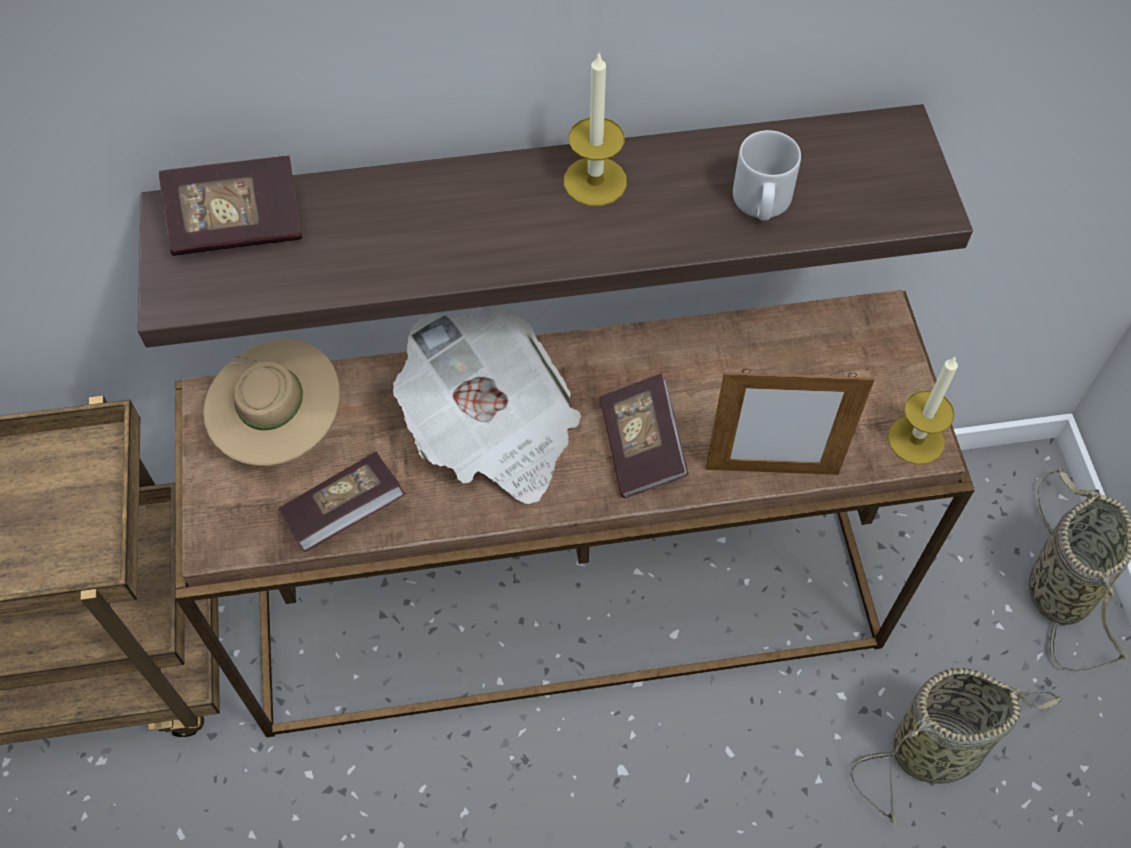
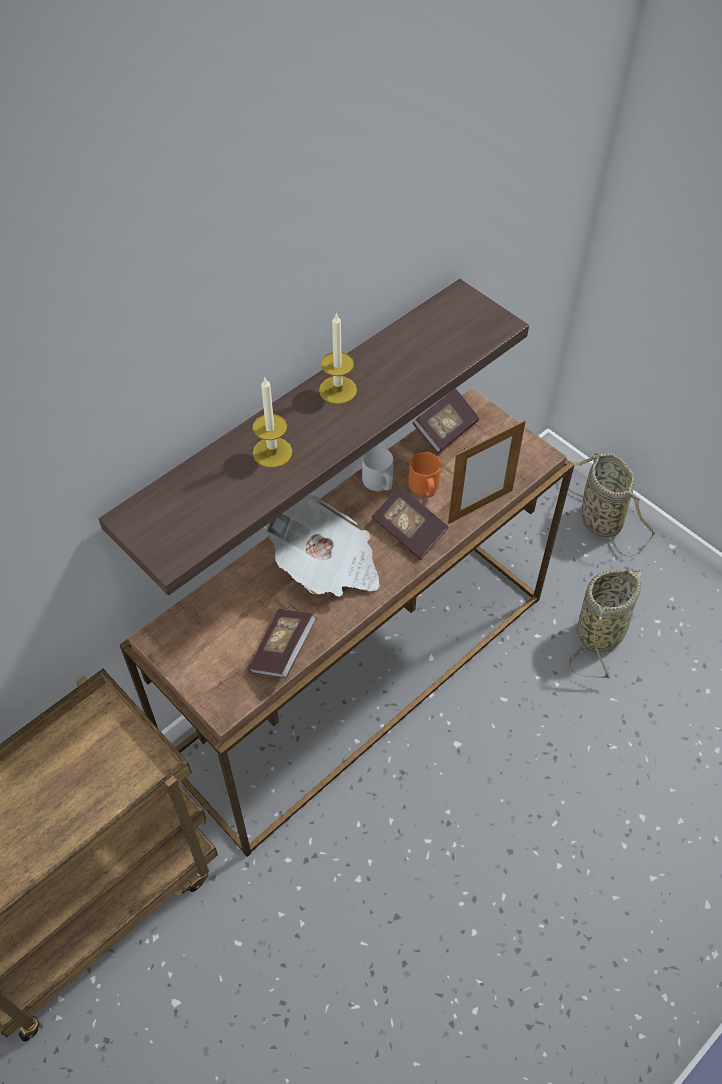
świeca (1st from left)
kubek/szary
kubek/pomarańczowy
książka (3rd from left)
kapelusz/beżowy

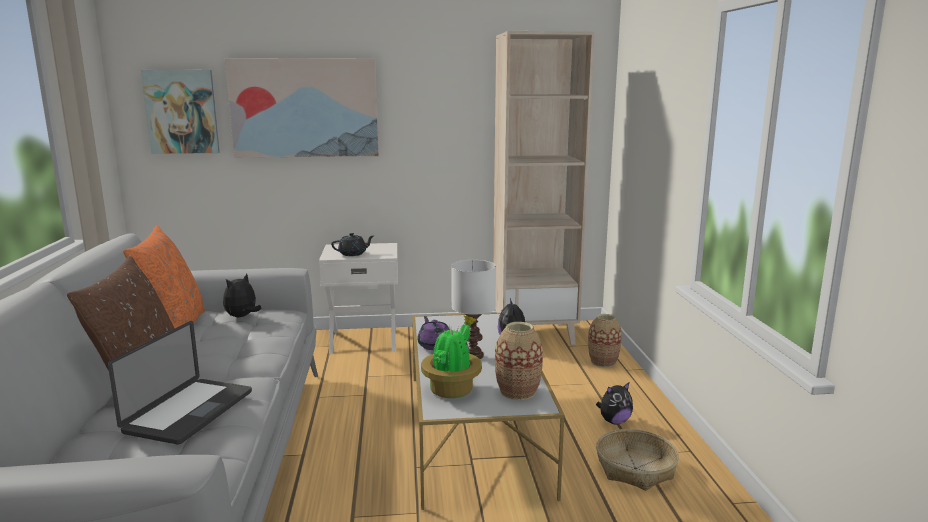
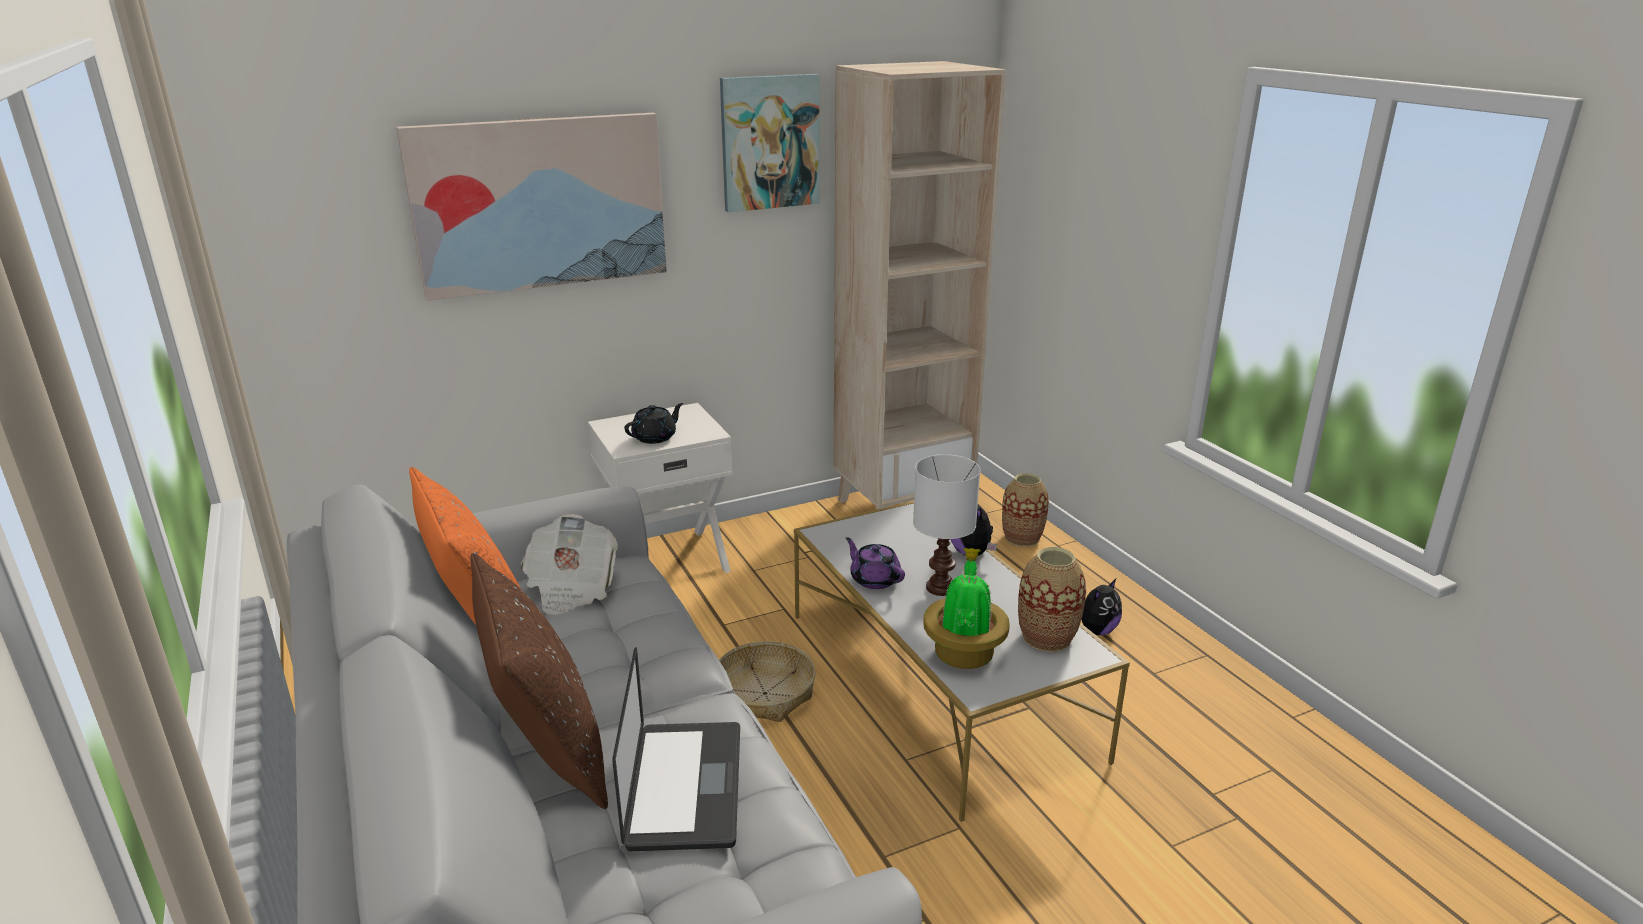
gazeta
koszyk
obraz (2nd from left)

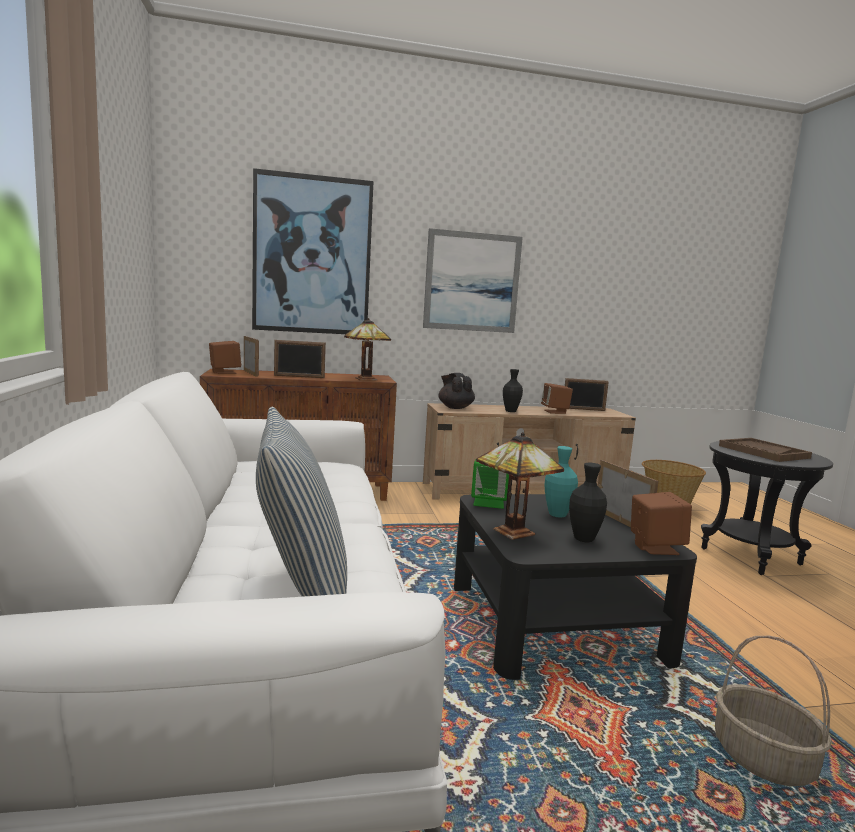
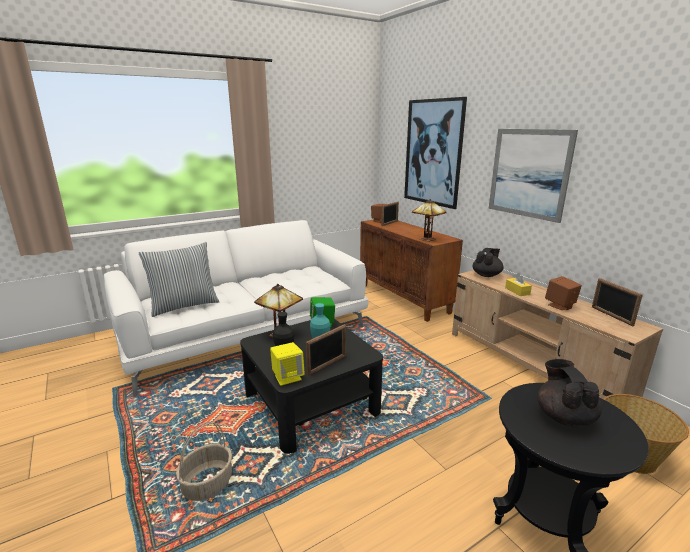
głośnik/żółty
pudełko chusteczek/żółty
imbryk/czarny (2nd from left)
ramka na zdjęcie (2nd from left in the first image)

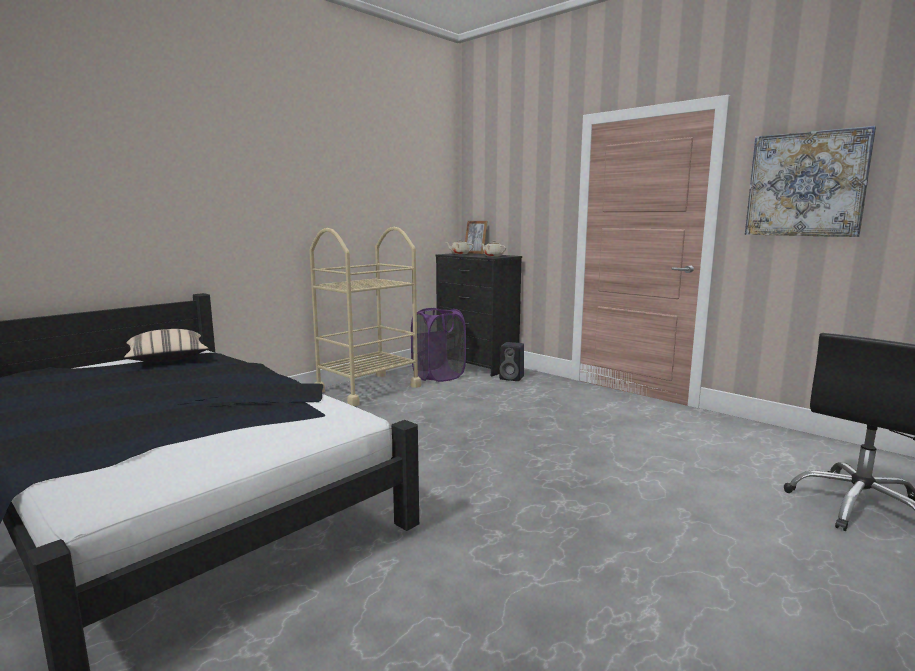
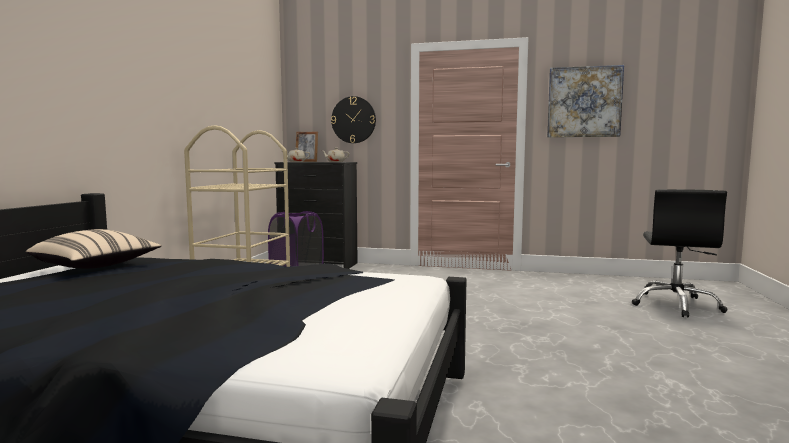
zegar ścienny
głośnik/czarny

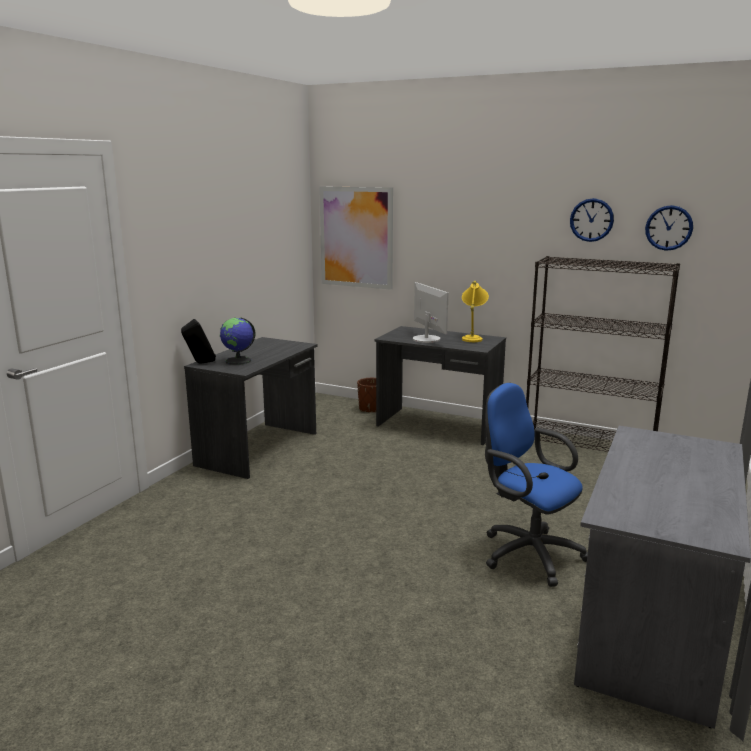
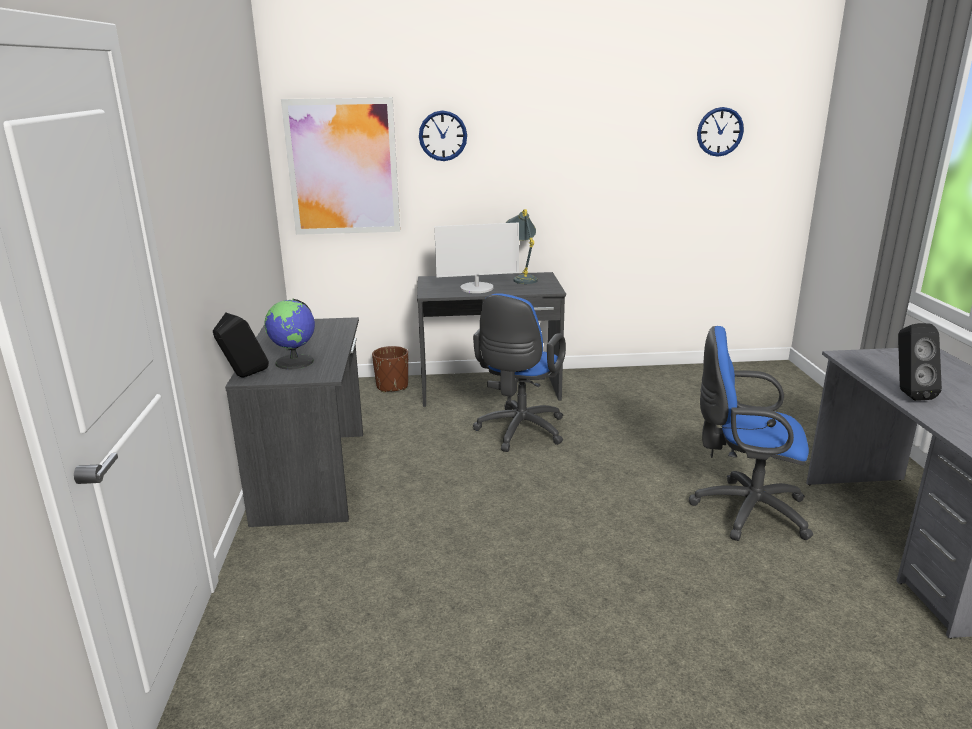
zegar ścienny (1st from left)
monitor
krzesło biurowe/niebieski (1st from left)
lampa stołowa/szary
głośnik/czarny (2nd from left)
regał/czarny

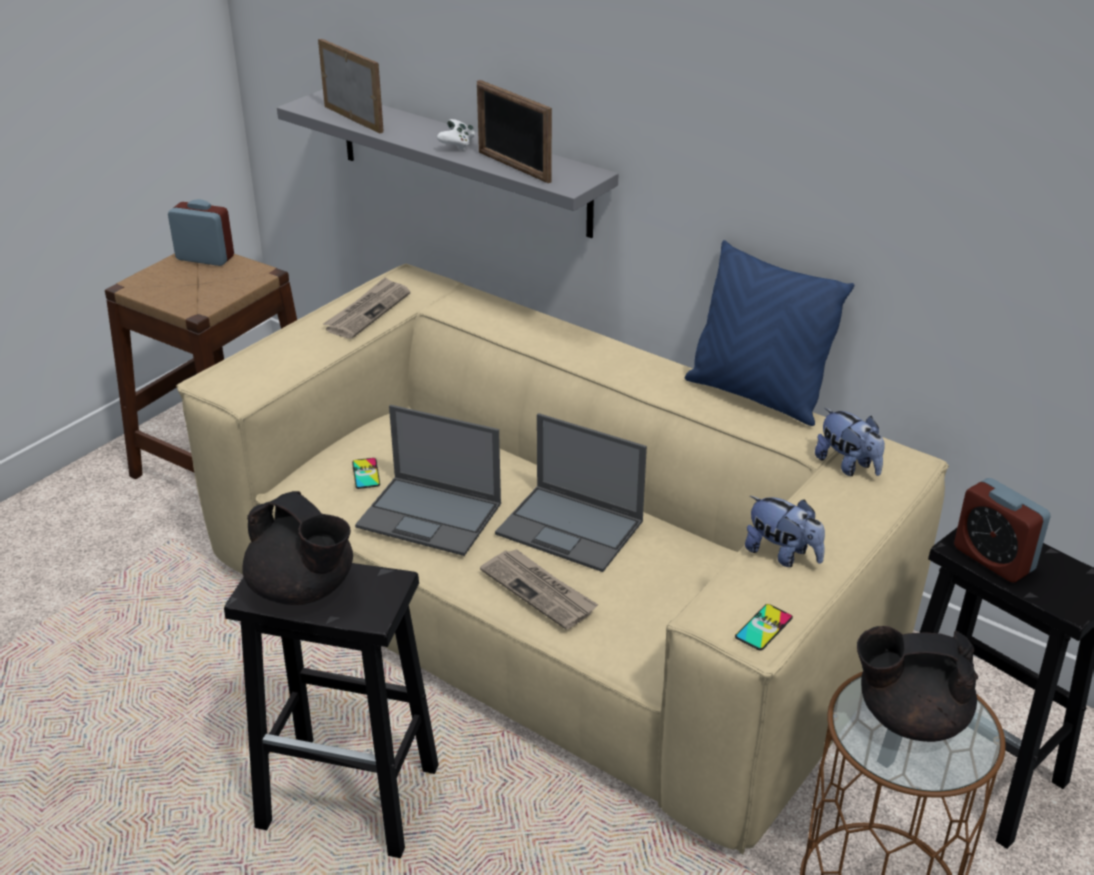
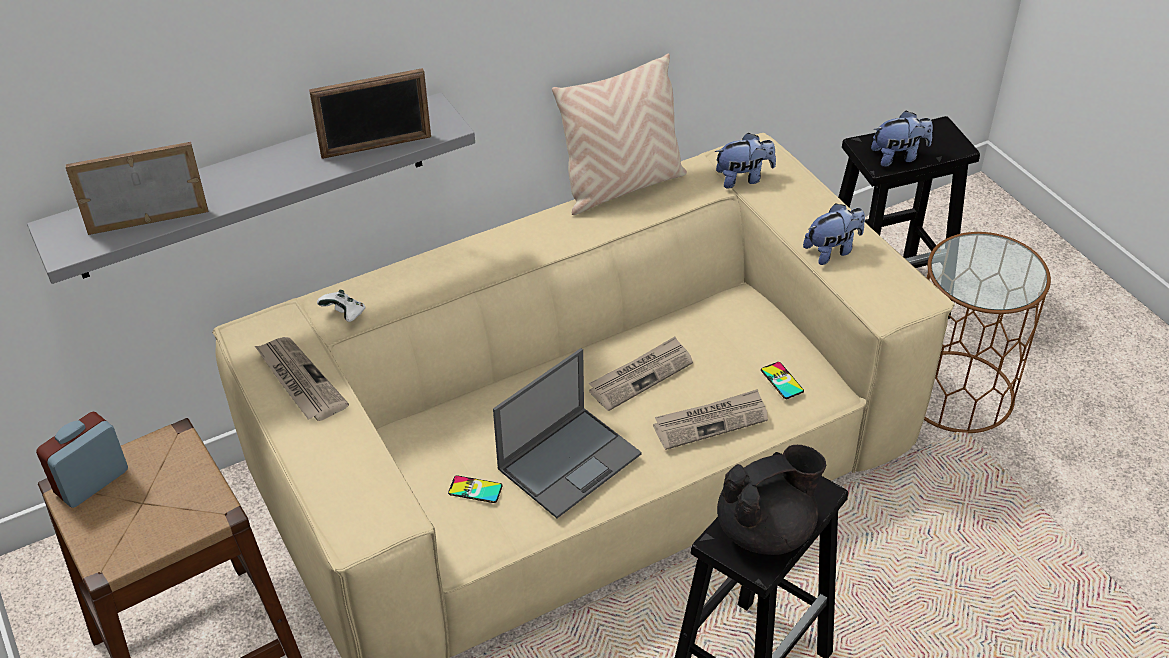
pad do gier/biały
poduszka/beżowy
gazeta (2nd from left)
telefon (2nd from left)
pluszak (3rd from left)
imbryk/czarny (2nd from left in the first image)

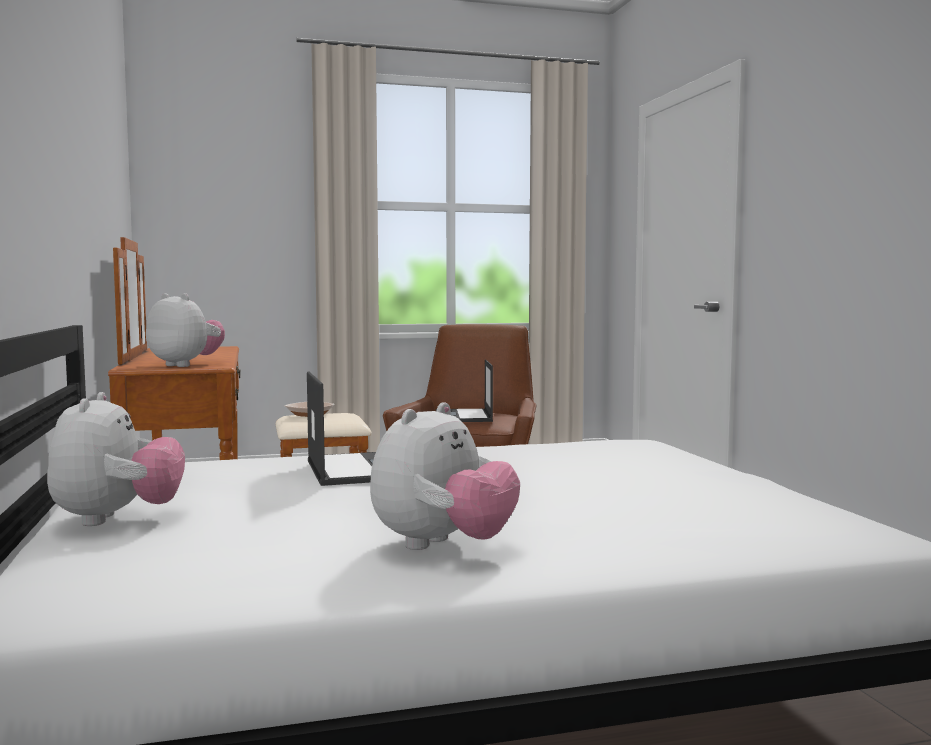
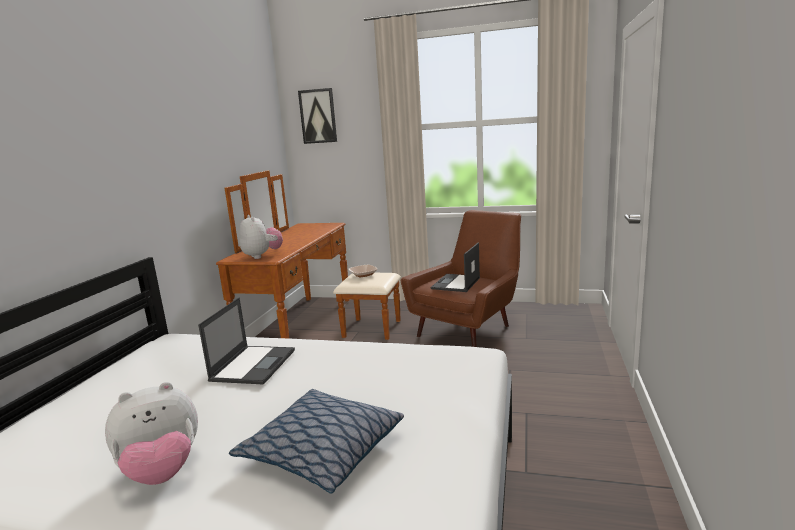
poduszka
obraz
pluszak (1st from left in the first image)

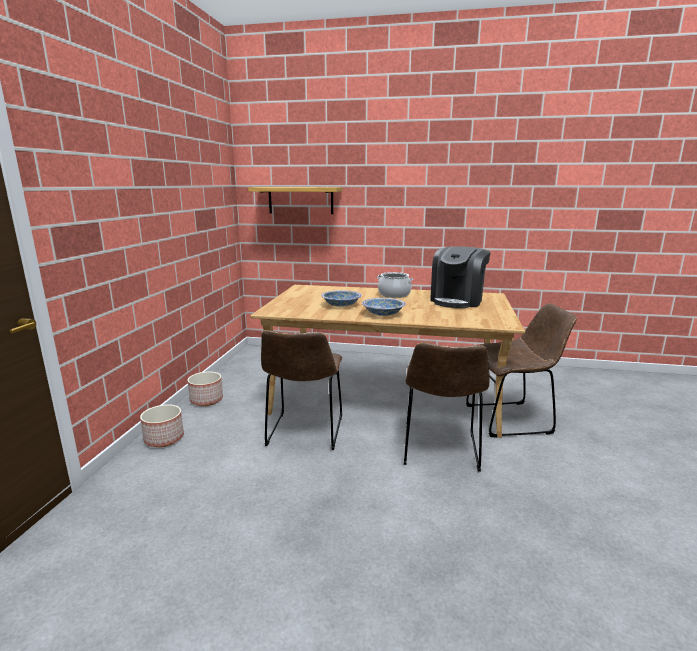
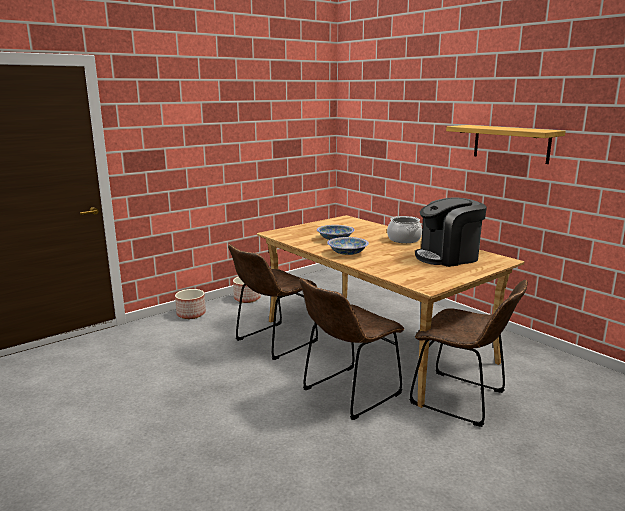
półka

